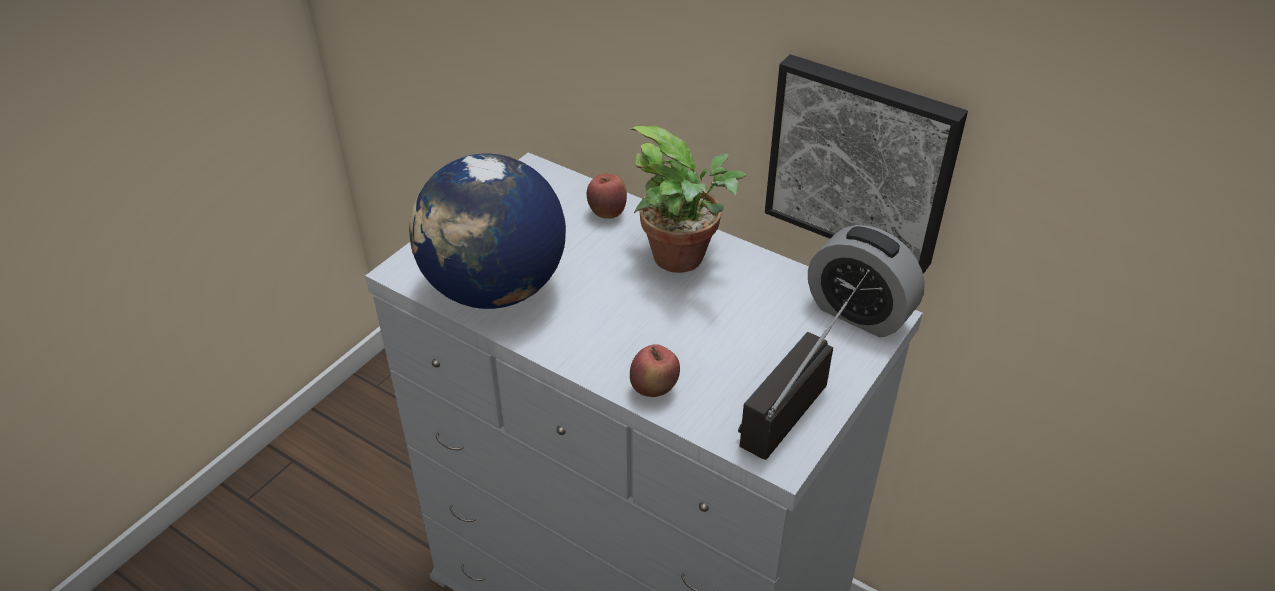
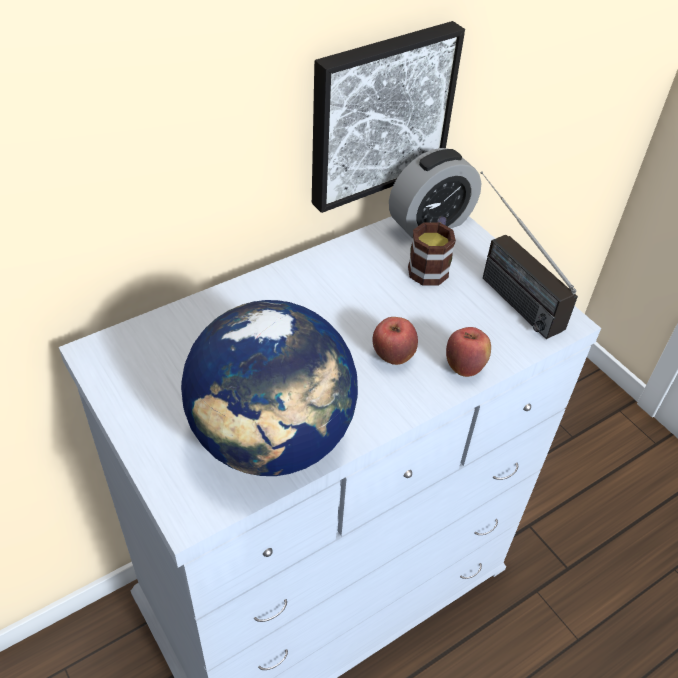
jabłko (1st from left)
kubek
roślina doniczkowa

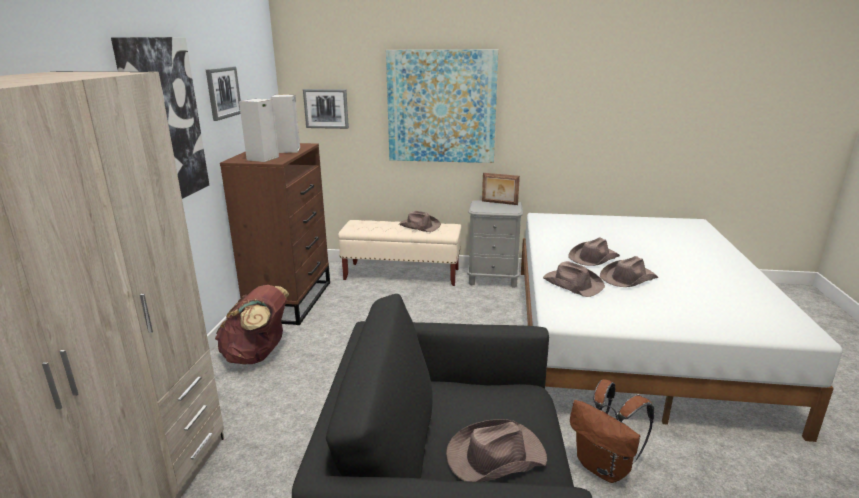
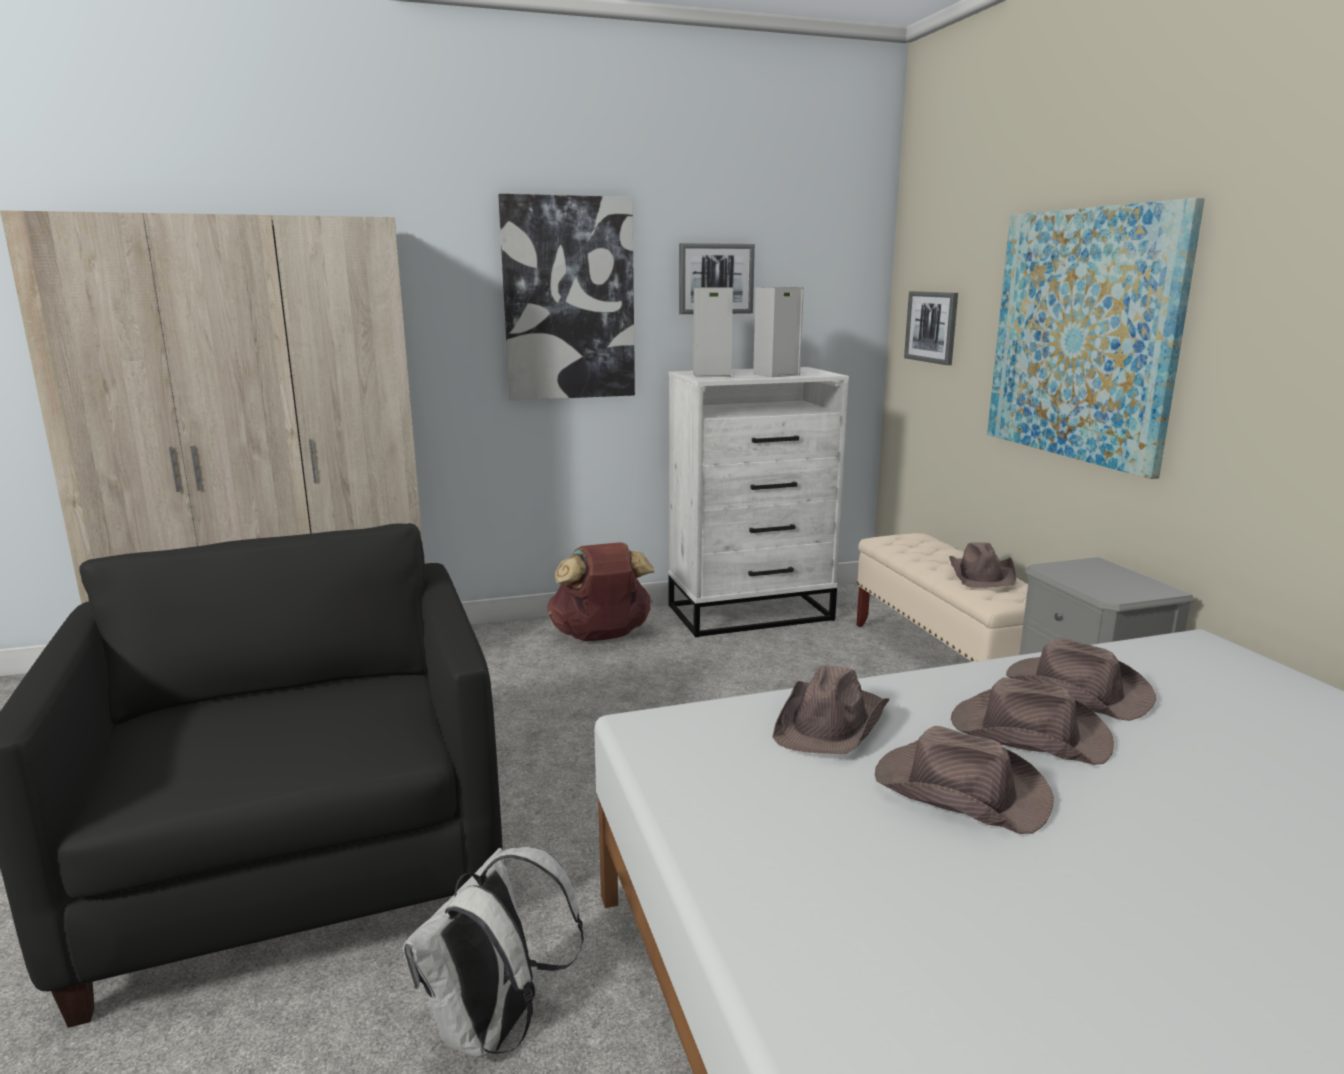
plecak/biały
komoda/biały
kapelusz/brązowy (5th from left)
ramka na zdjęcie

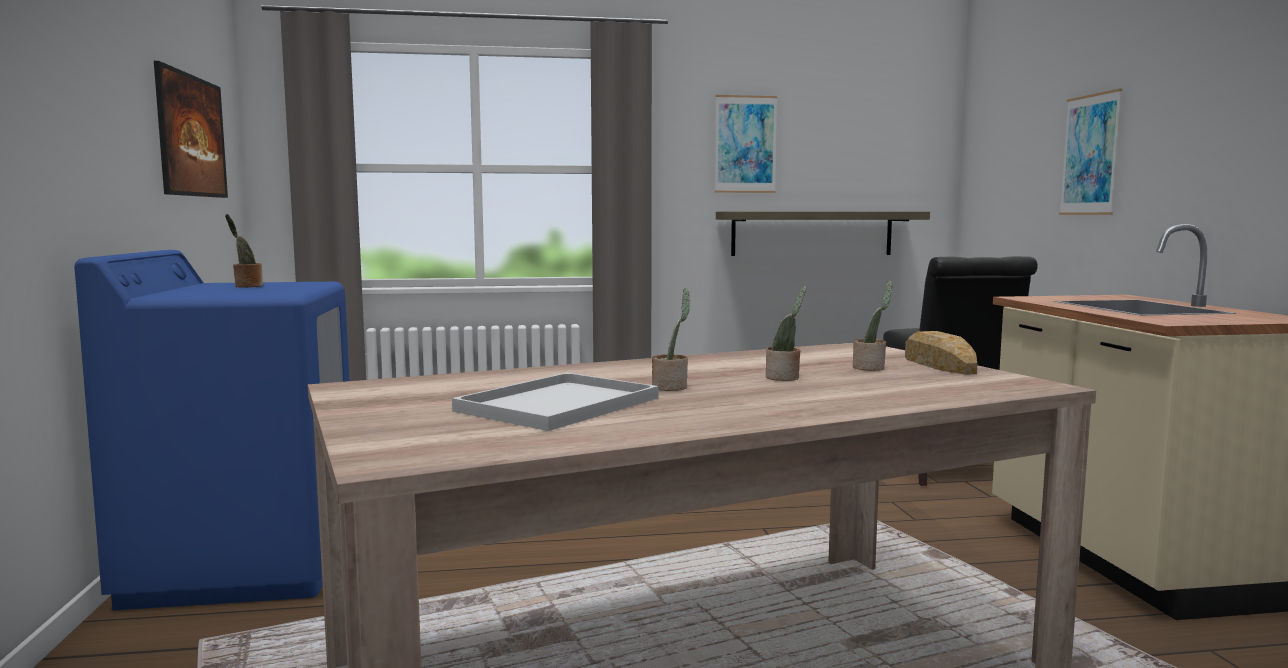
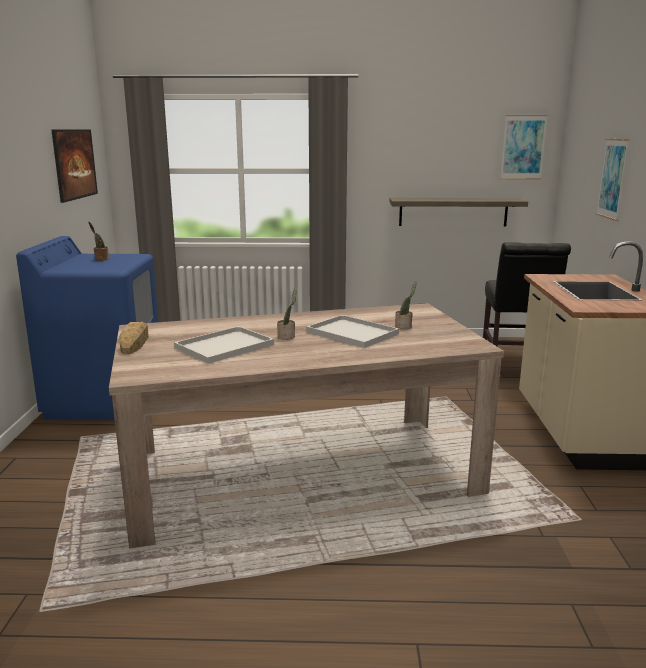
chleb
taca/biały (2nd from left)
obraz (2nd from left)

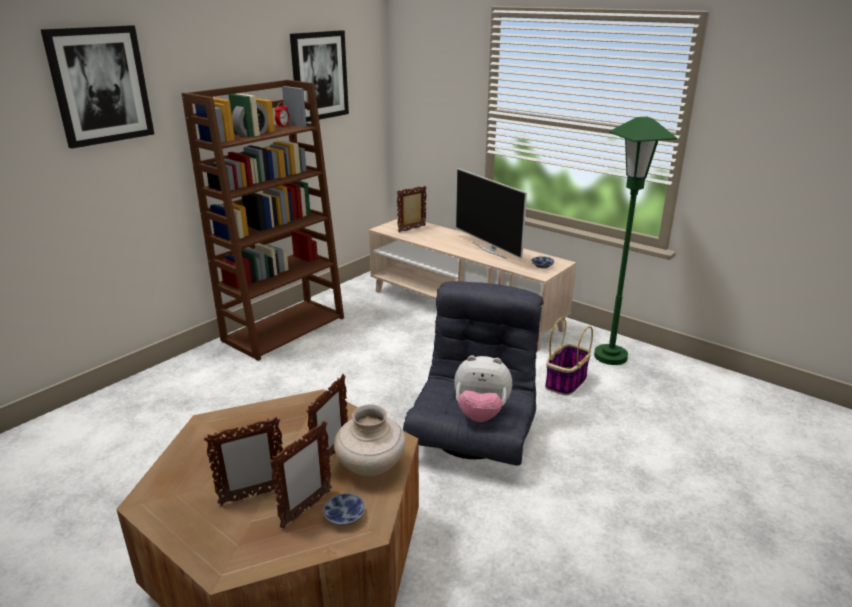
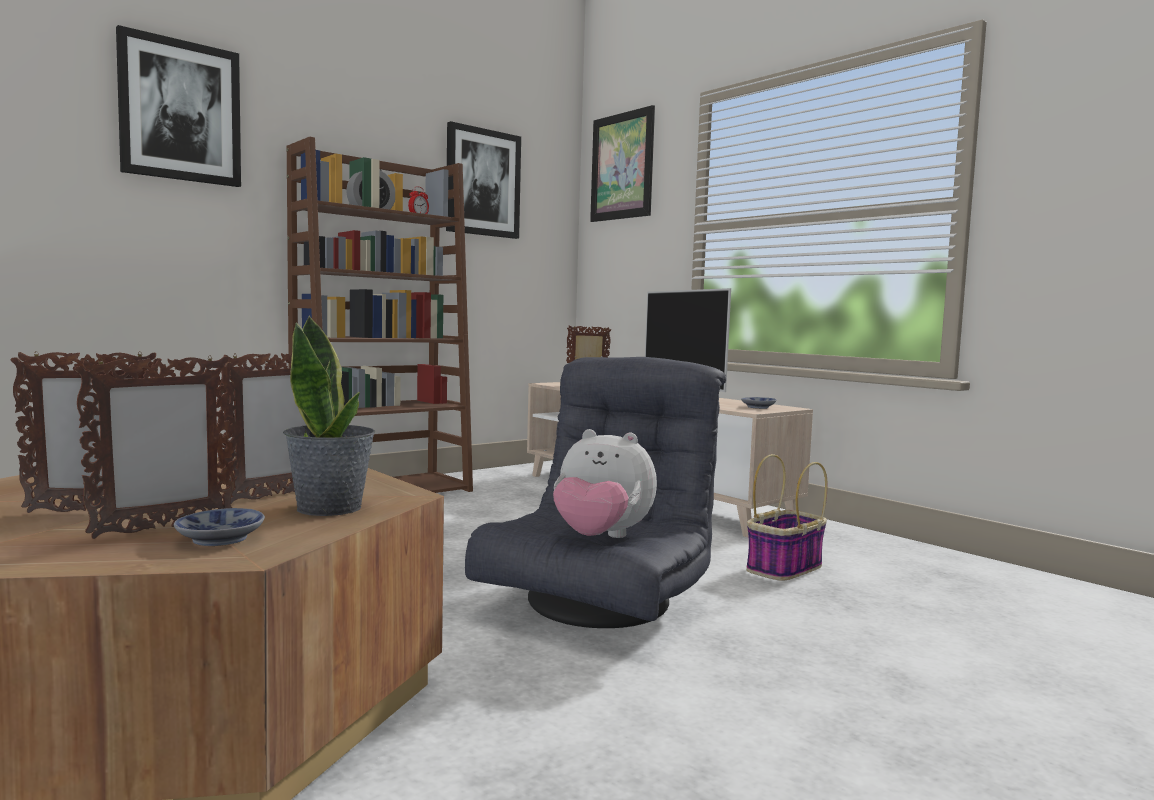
roślina doniczkowa
obraz (3rd from left)
lampa stojąca/zielony

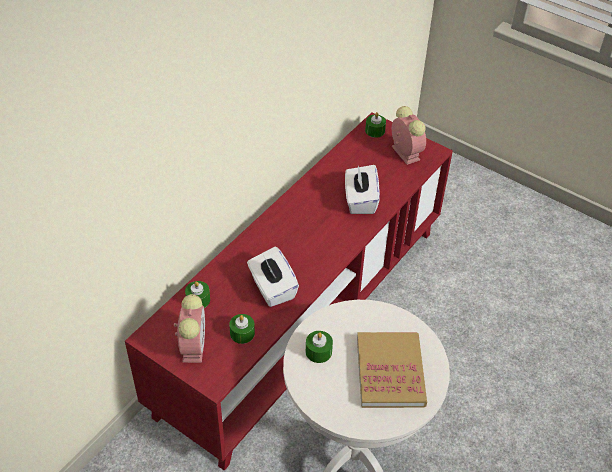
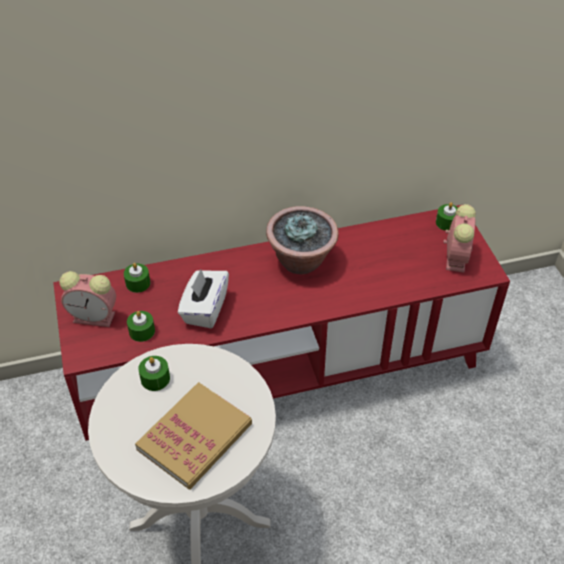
budzik (1st from left)
roślina doniczkowa
pudełko chusteczek/biały (2nd from left in the first image)

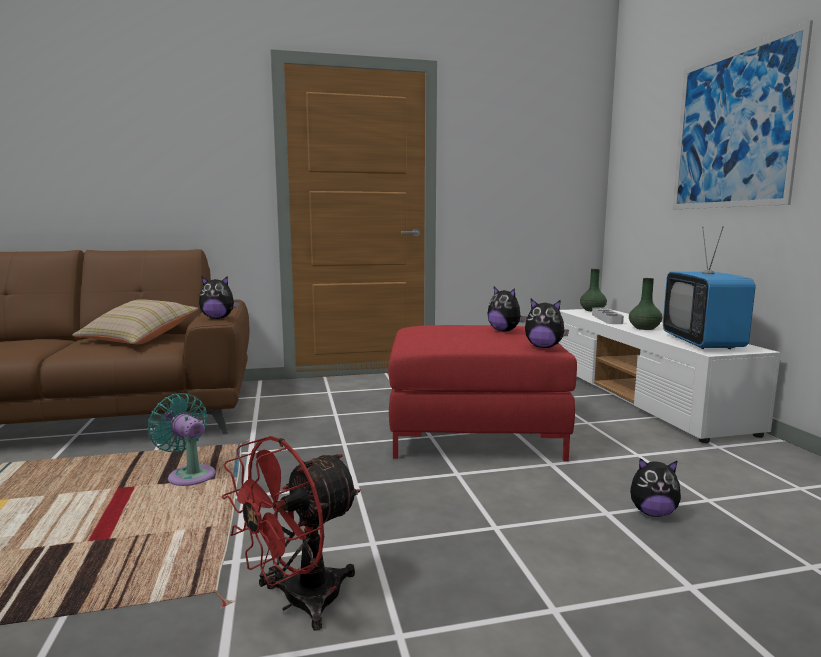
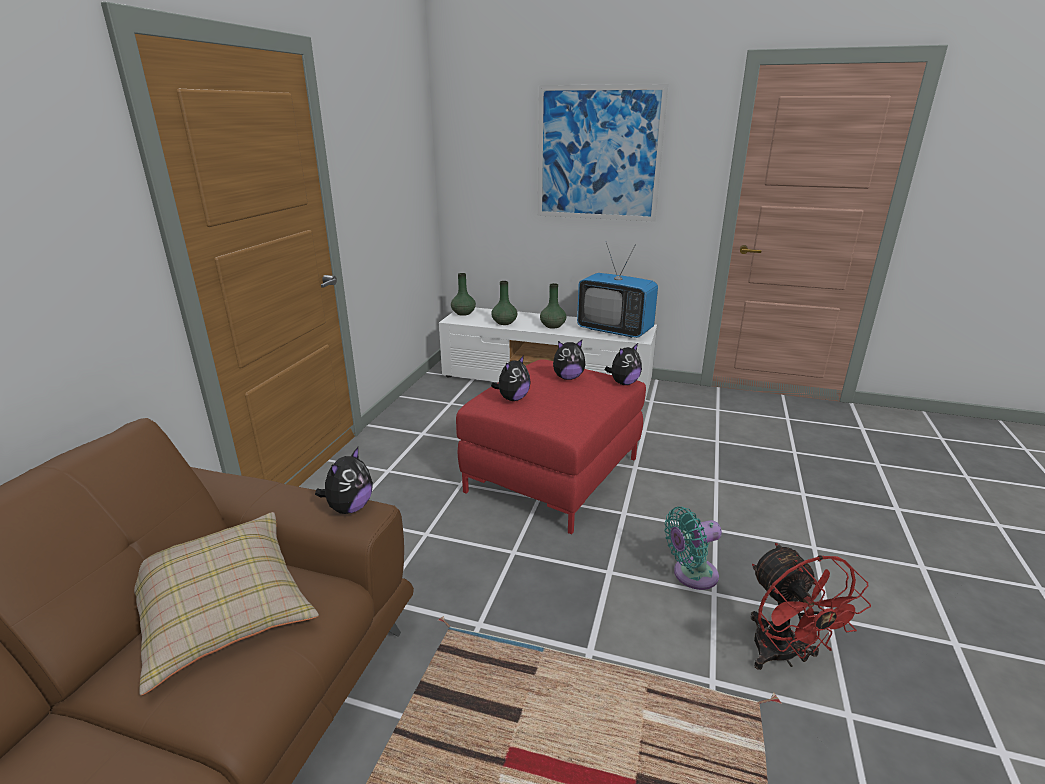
wazon/zielony (2nd from left)
pluszak (2nd from left)
wentylator/turkusowy

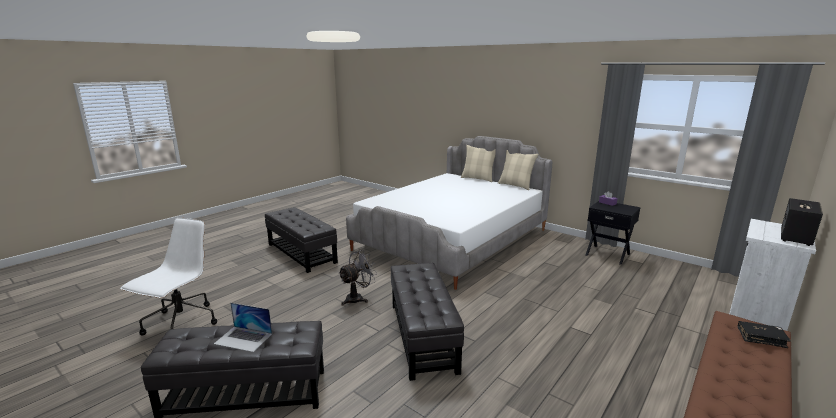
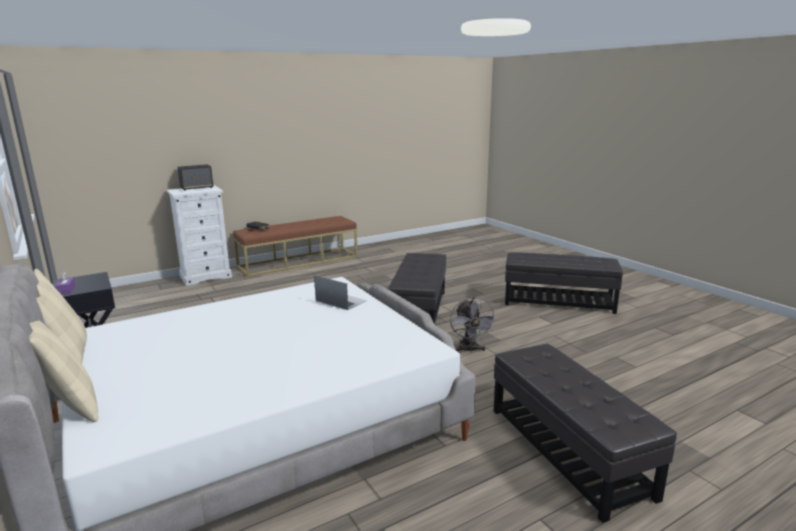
laptop
wentylator/szary
krzesło biurowe/biały

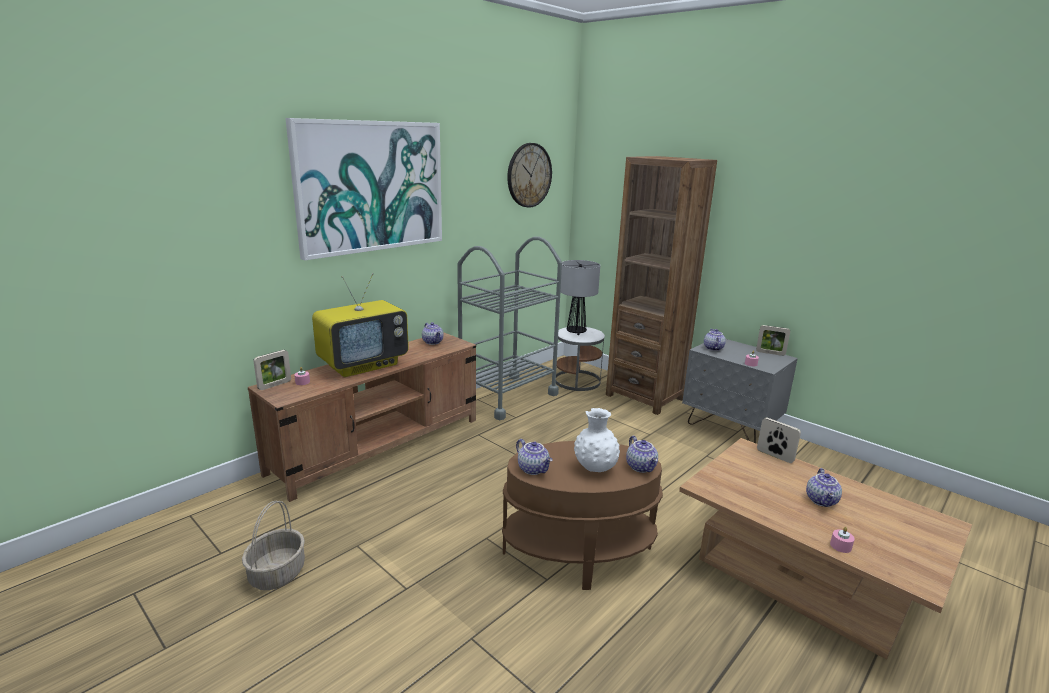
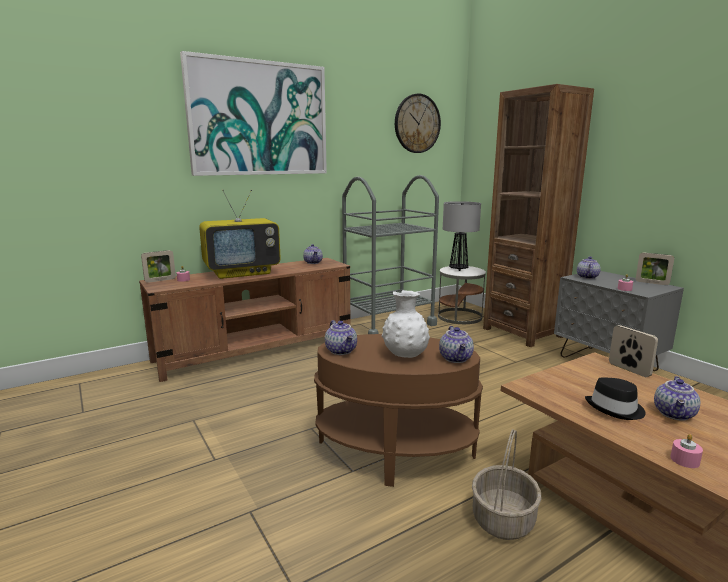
koszyk
kapelusz/czarny

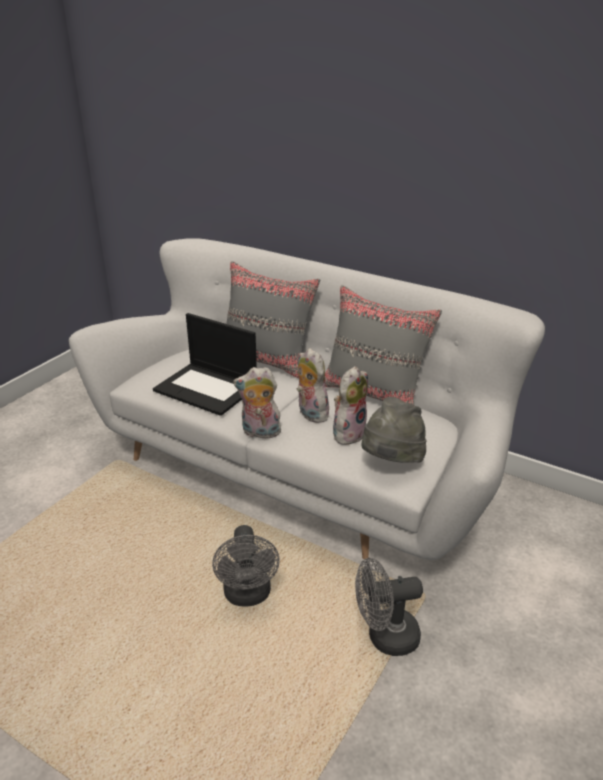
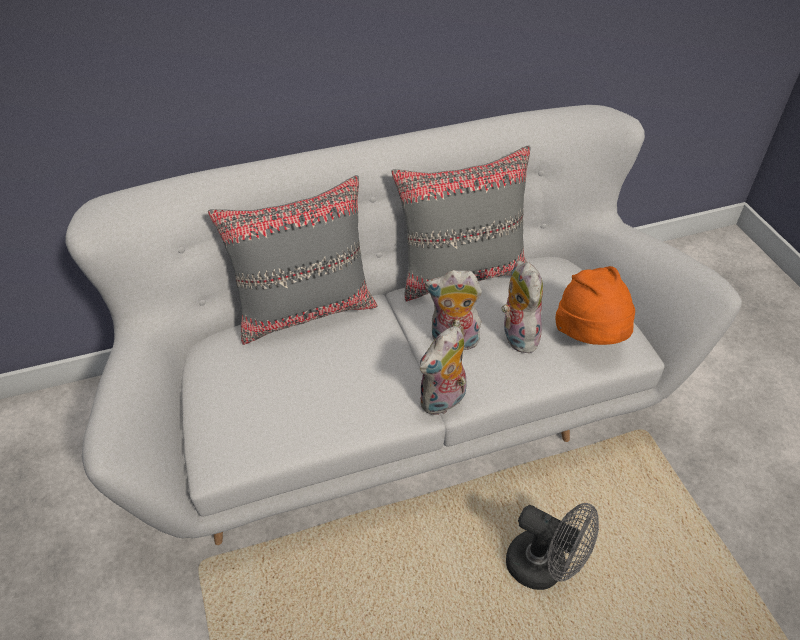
kapelusz/pomarańczowy
laptop
wentylator/szary (2nd from left in the first image)

